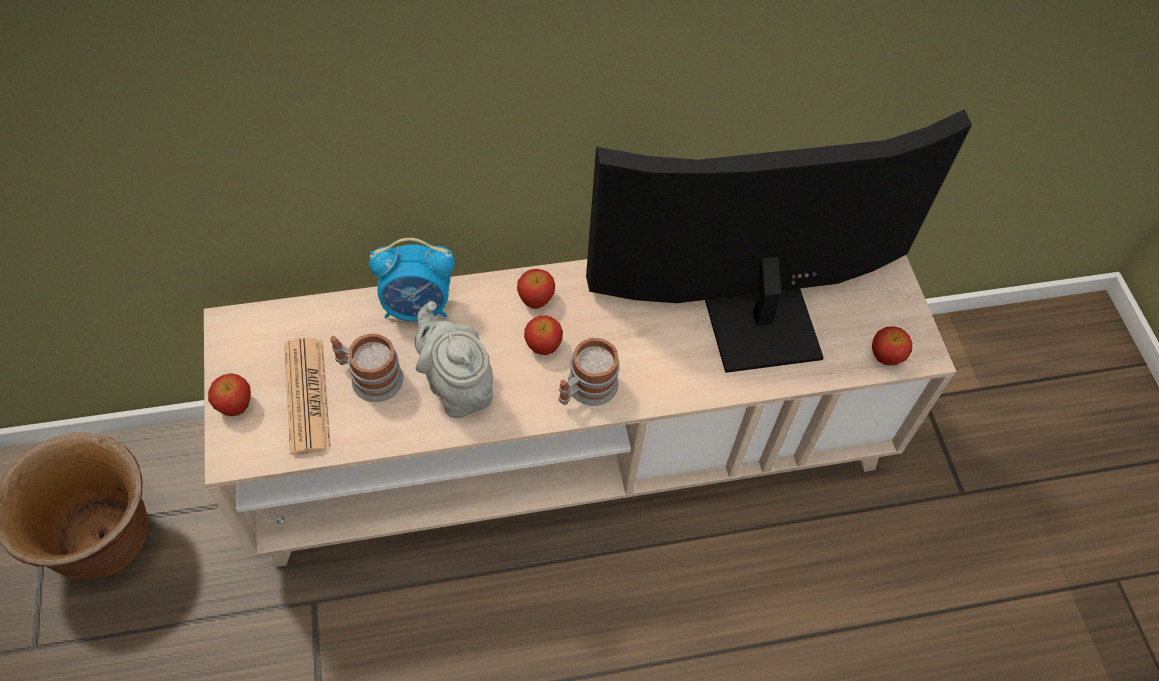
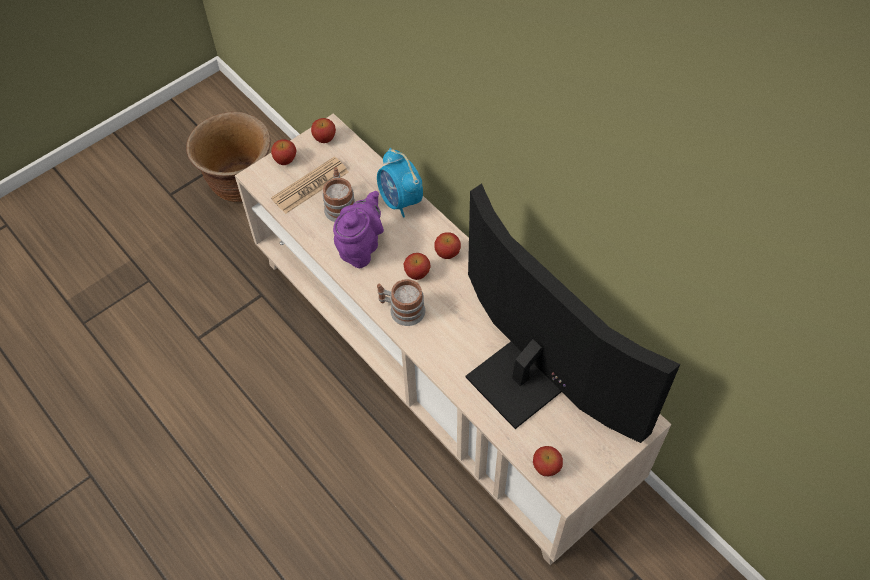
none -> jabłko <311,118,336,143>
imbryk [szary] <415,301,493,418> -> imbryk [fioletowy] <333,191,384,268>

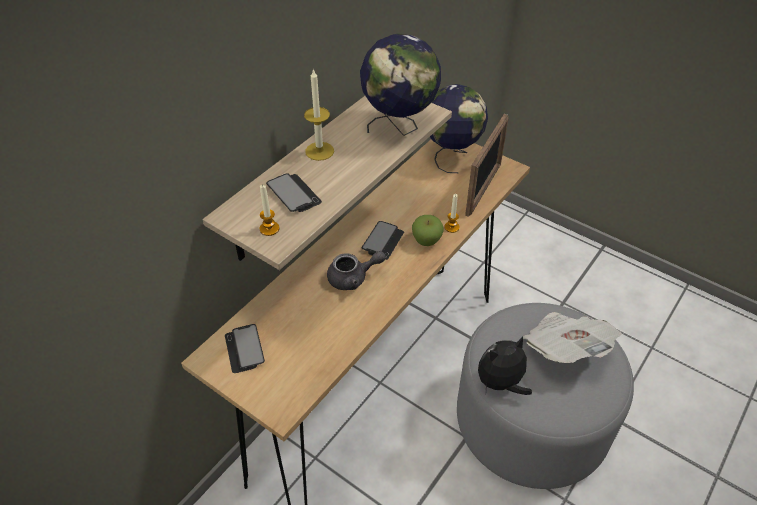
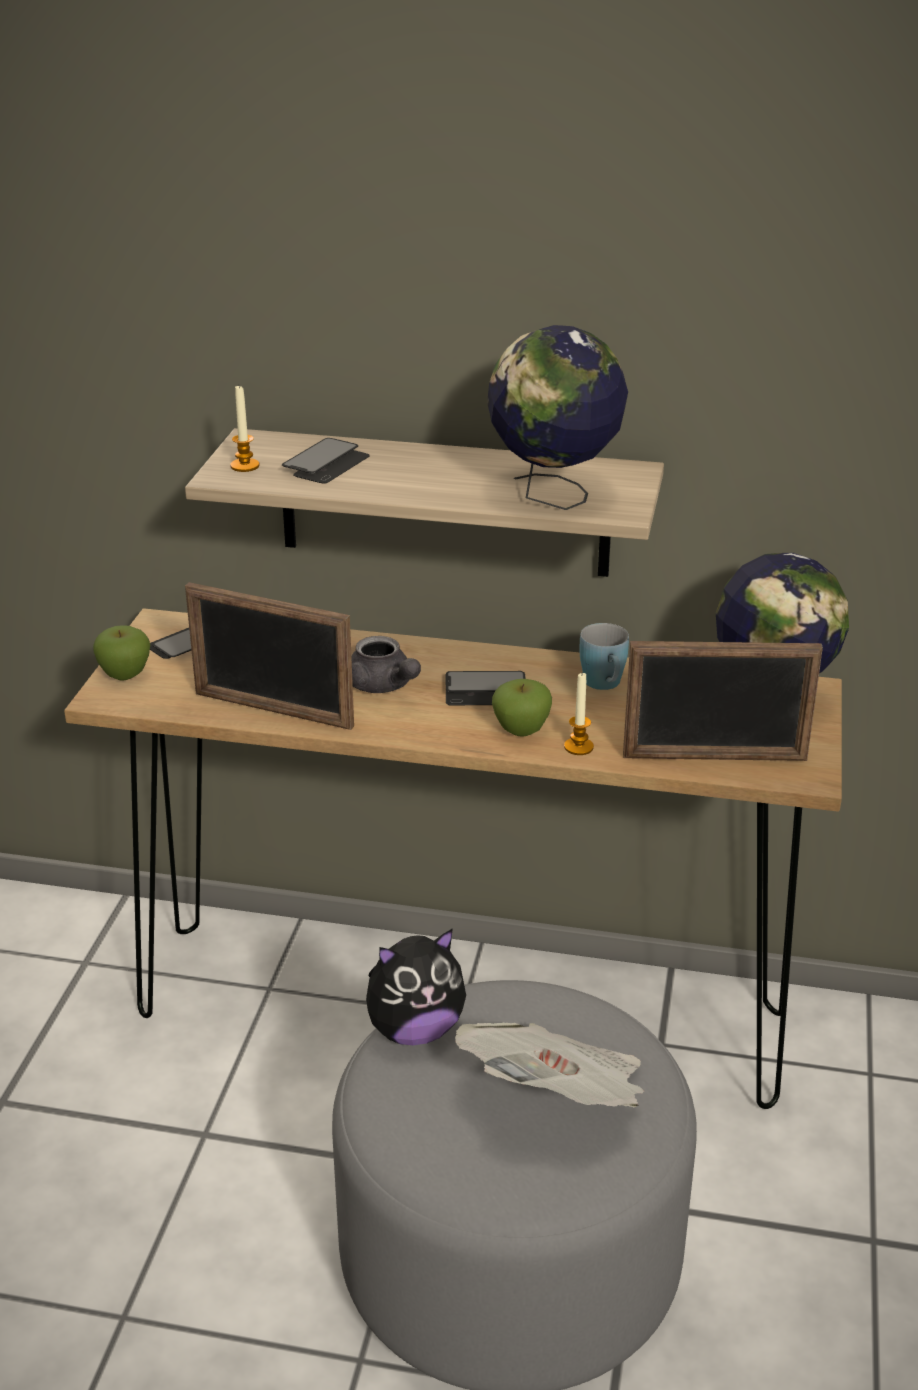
świeca <304,69,334,161> -> none
none -> jabłko <93,625,150,680>
none -> ramka na zdjęcie <185,582,354,730>
none -> kubek [niebieski] <579,623,629,690>
pluszak <478,336,532,395> -> pluszak <366,928,466,1045>, 120 degrees clockwise

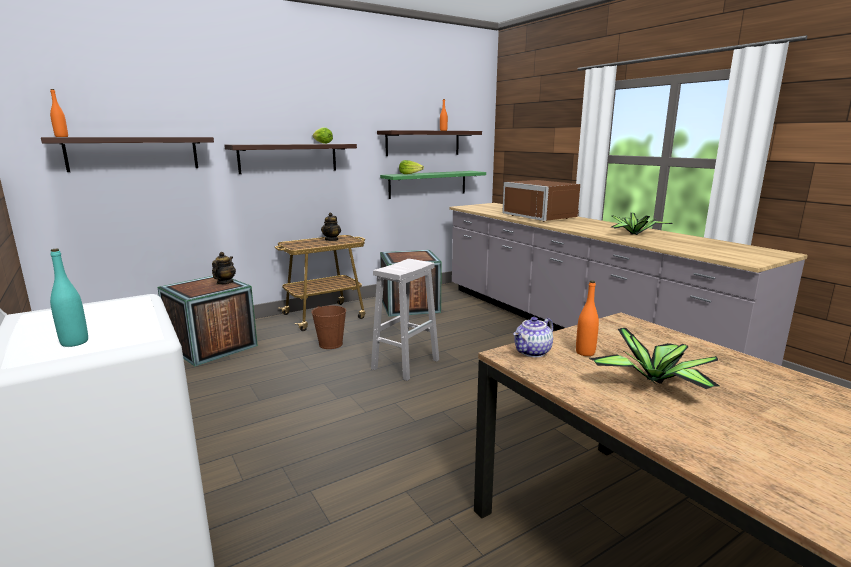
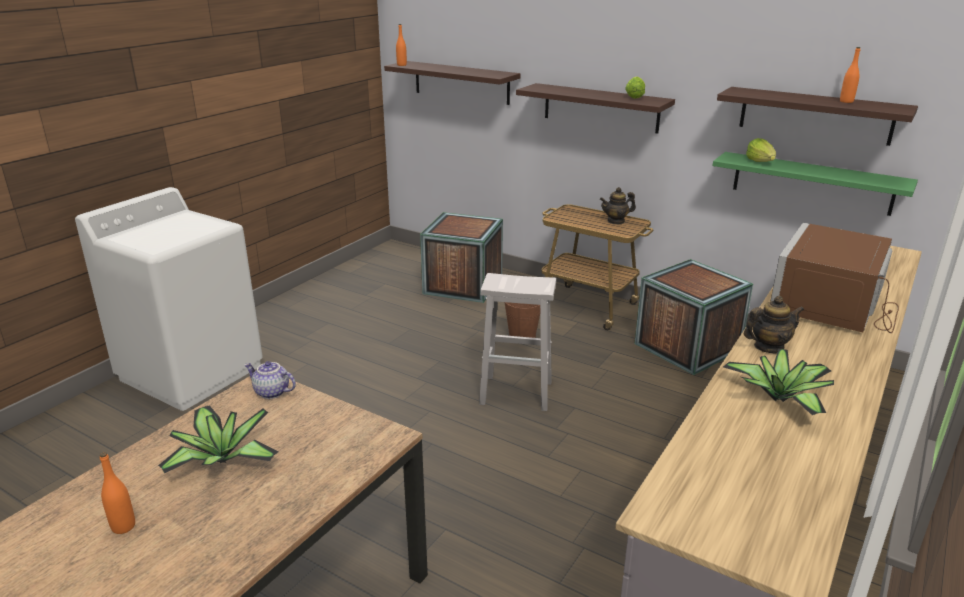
butelka [turkusowy] <50,249,88,347> -> none
imbryk <212,252,236,285> -> imbryk <744,296,804,353>, moved
butelka [pomarańczowy] <576,280,599,356> -> butelka [pomarańczowy] <100,452,135,534>, moved

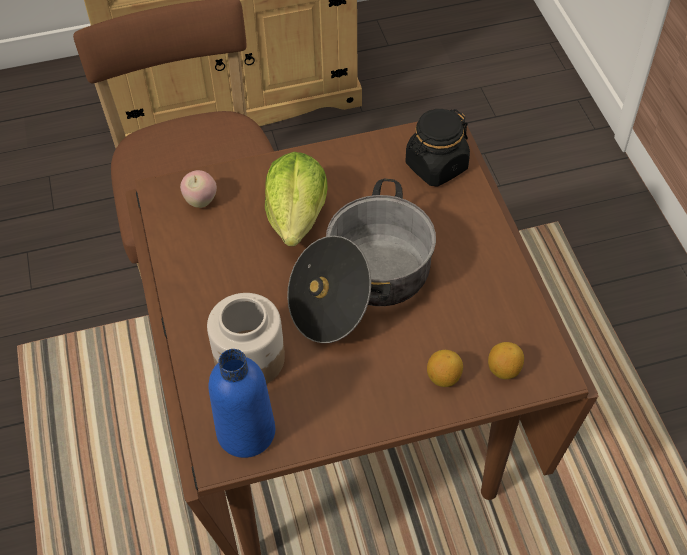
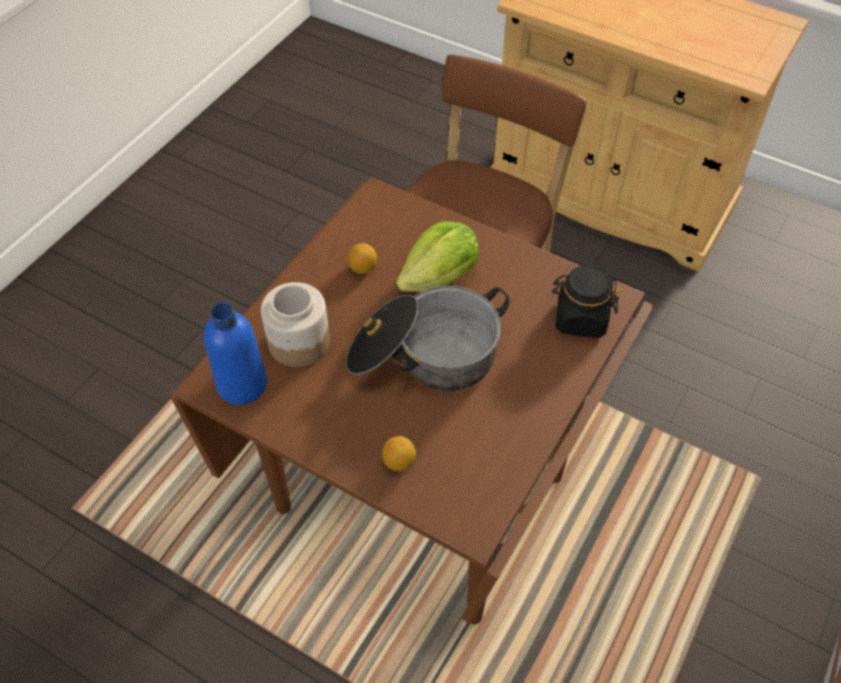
jabłko <180,170,217,208> -> none
cytryna <488,342,524,379> -> cytryna <348,243,377,274>, moved

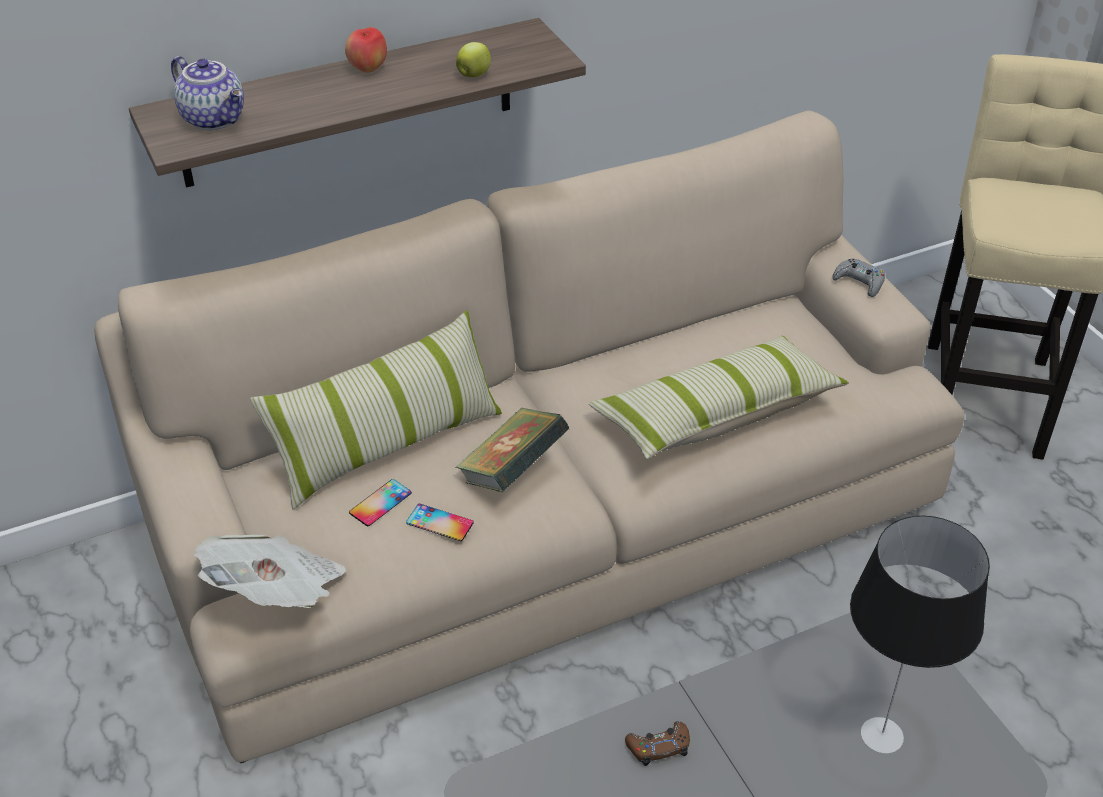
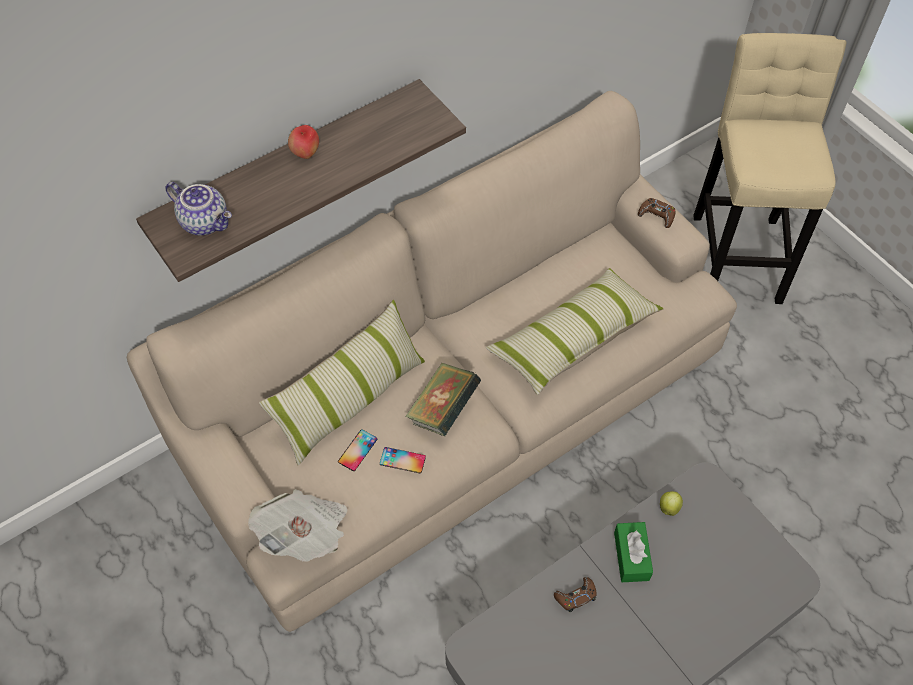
lampa stołowa <850,516,990,753> -> none
none -> pudełko chusteczek [zielony] <614,522,653,582>
jabłko <456,42,491,77> -> jabłko <660,491,683,516>, moved
pad do gier [szary] <832,258,885,297> -> pad do gier [brązowy] <638,198,675,228>

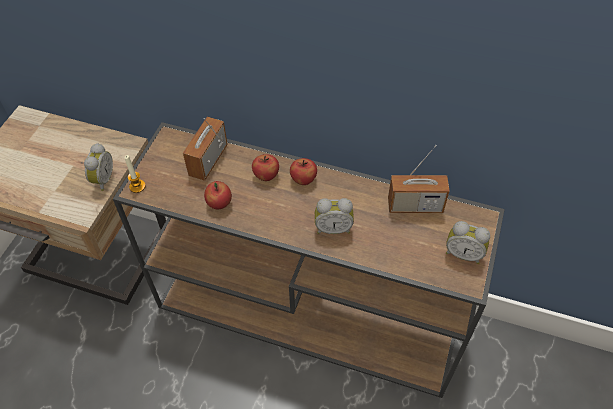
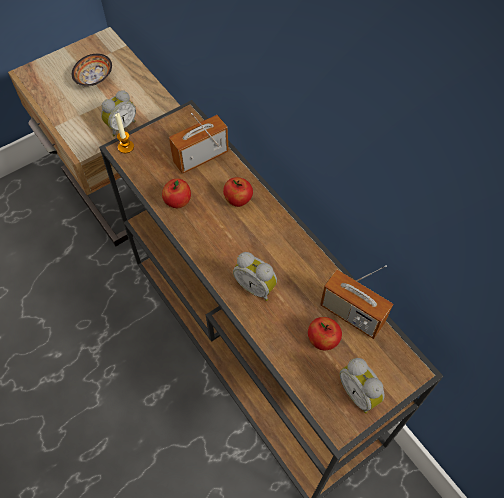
none -> miska <72,54,112,86>
jabłko <290,158,317,185> -> jabłko <308,317,342,350>, moved

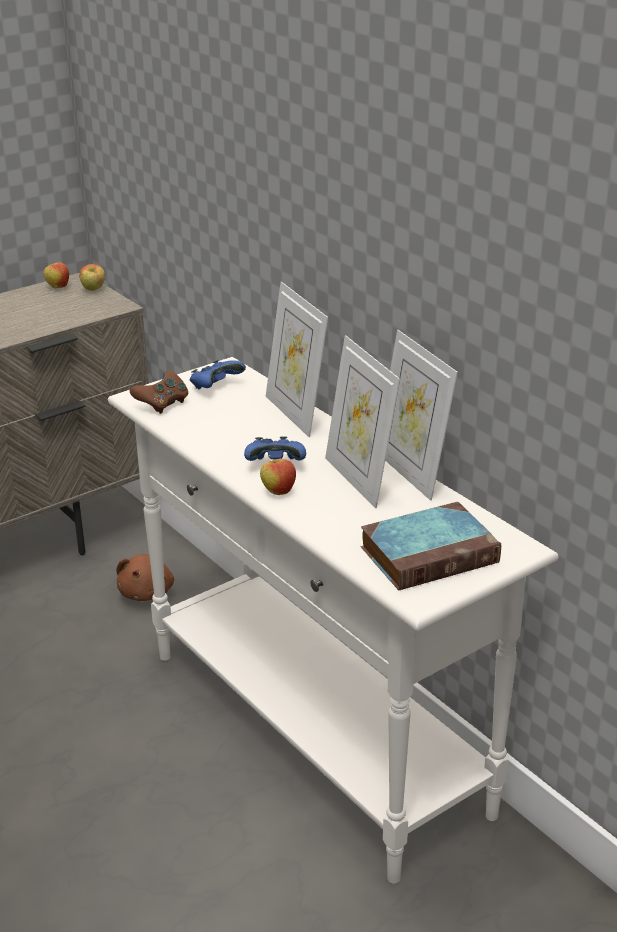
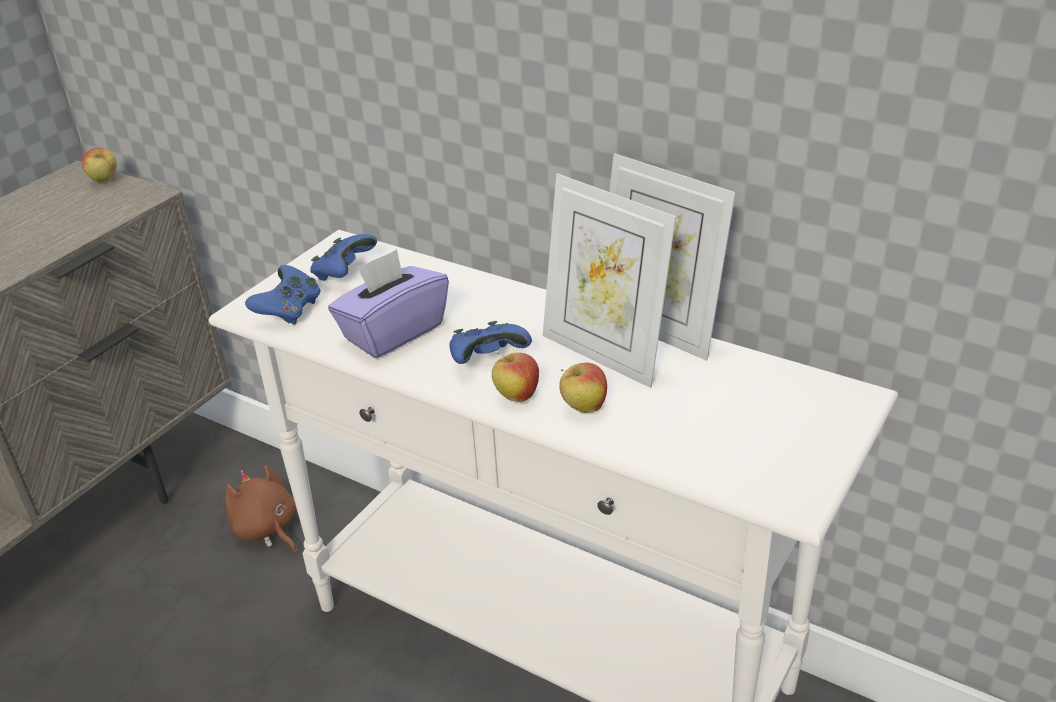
ramka na zdjęcie <266,282,328,437> -> none
książka <360,502,501,591> -> none
none -> pudełko chusteczek [fioletowy] <328,249,449,358>
jabłko <43,262,69,288> -> jabłko <559,363,607,413>, moved
pad do gier [brązowy] <130,370,189,414> -> pad do gier [niebieski] <245,265,320,325>
pluszak [brązowy] <116,554,174,601> -> pluszak [brązowy] <225,465,297,553>, 150 degrees clockwise

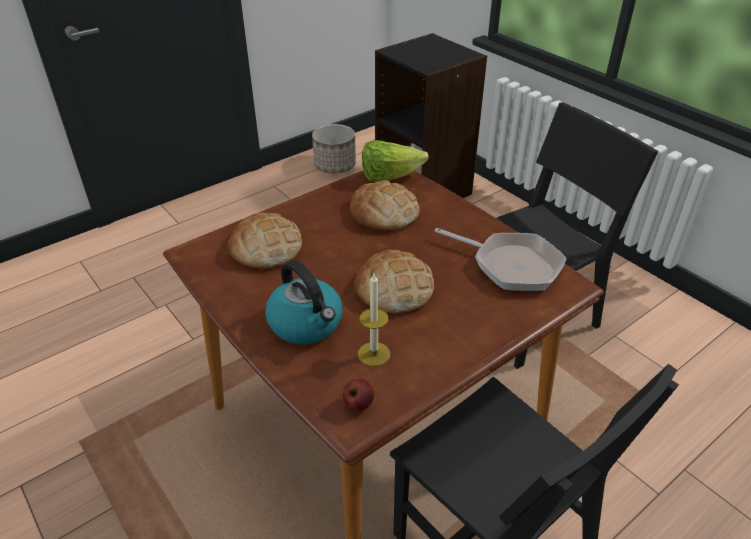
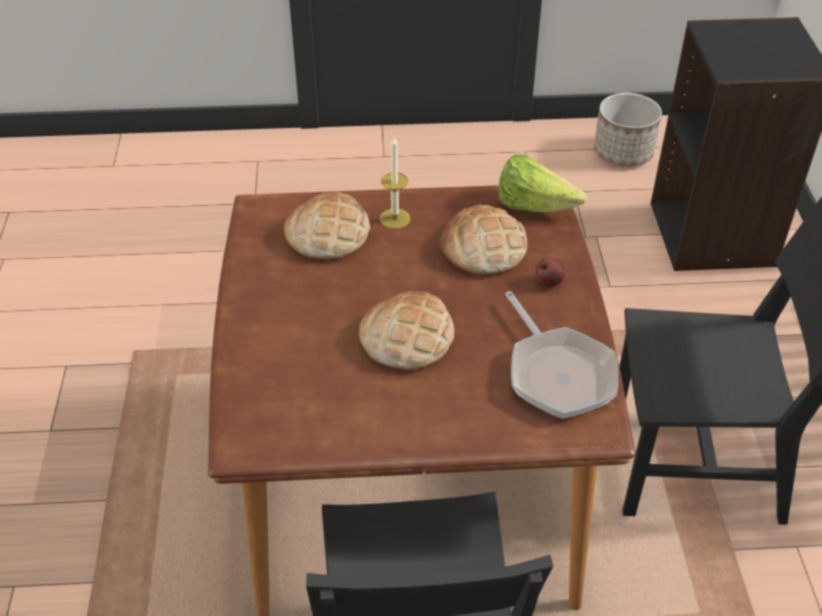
czajnik <265,260,343,344> -> none
jabłko <343,379,374,411> -> jabłko <536,257,565,287>, moved
świeca <358,274,390,366> -> świeca <380,136,411,229>, moved

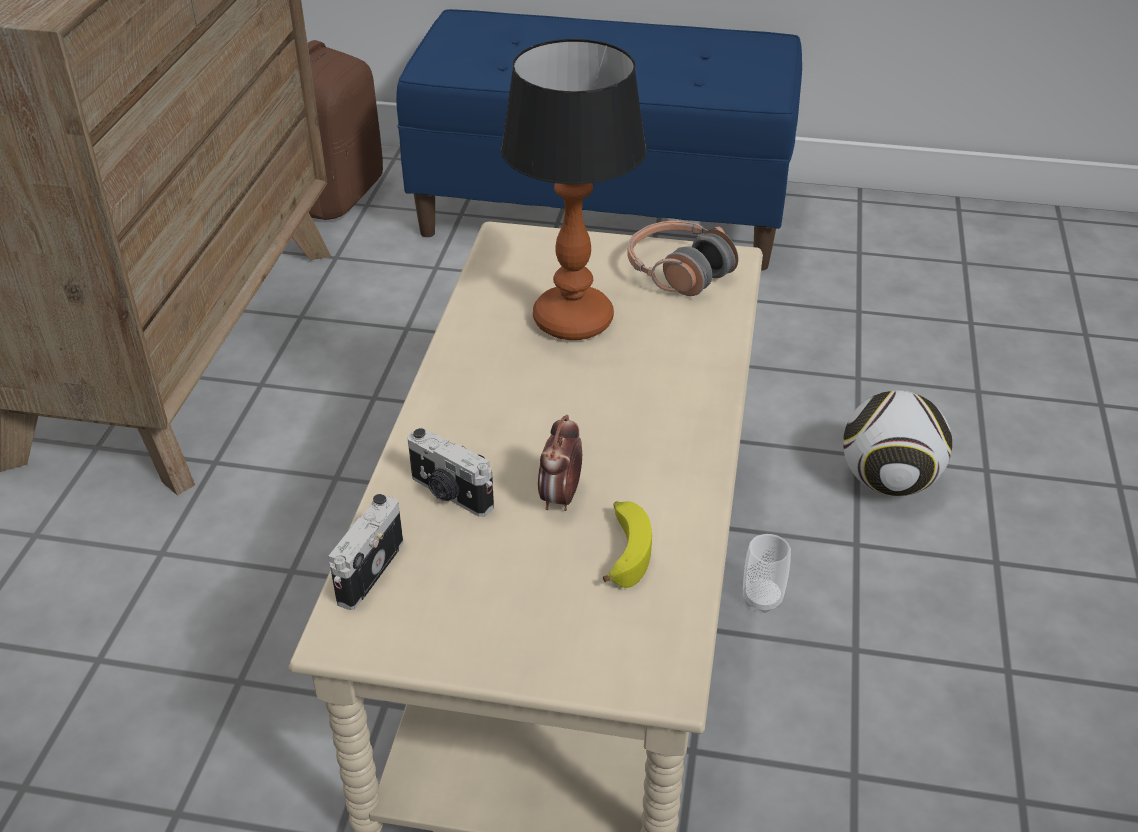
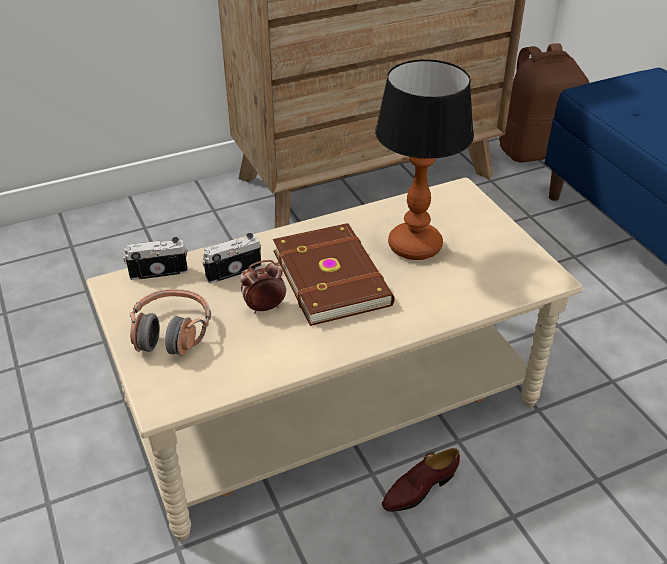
banan <603,501,652,588> -> none
piłka futbolowa <843,390,952,496> -> none
none -> książka [brązowy] <273,223,395,326>
słuchawki <627,221,738,296> -> słuchawki <130,289,211,356>, moved
filiżanka <743,534,791,613> -> but [brązowy] <382,448,460,512>
aparat fotograficzny <407,428,494,517> -> aparat fotograficzny <202,233,261,283>, 60 degrees clockwise

